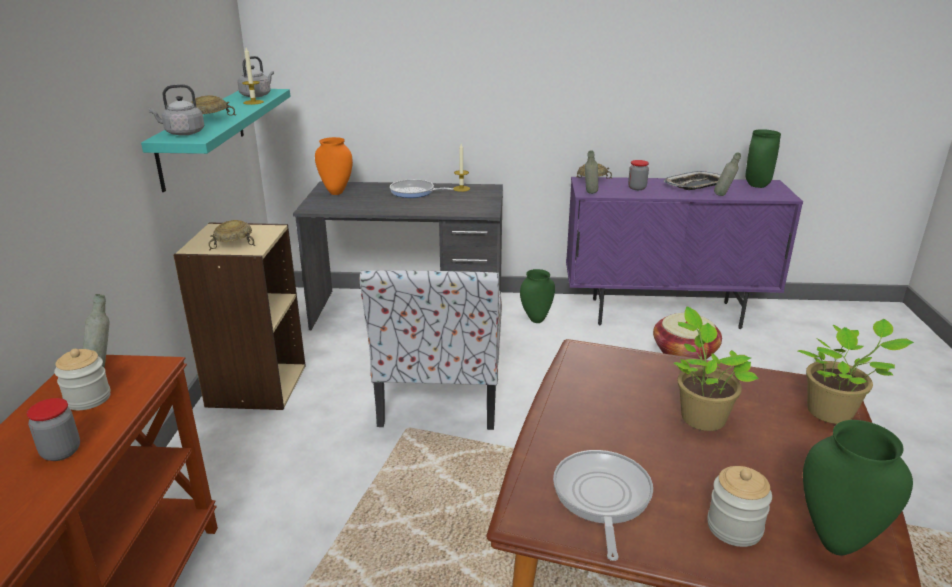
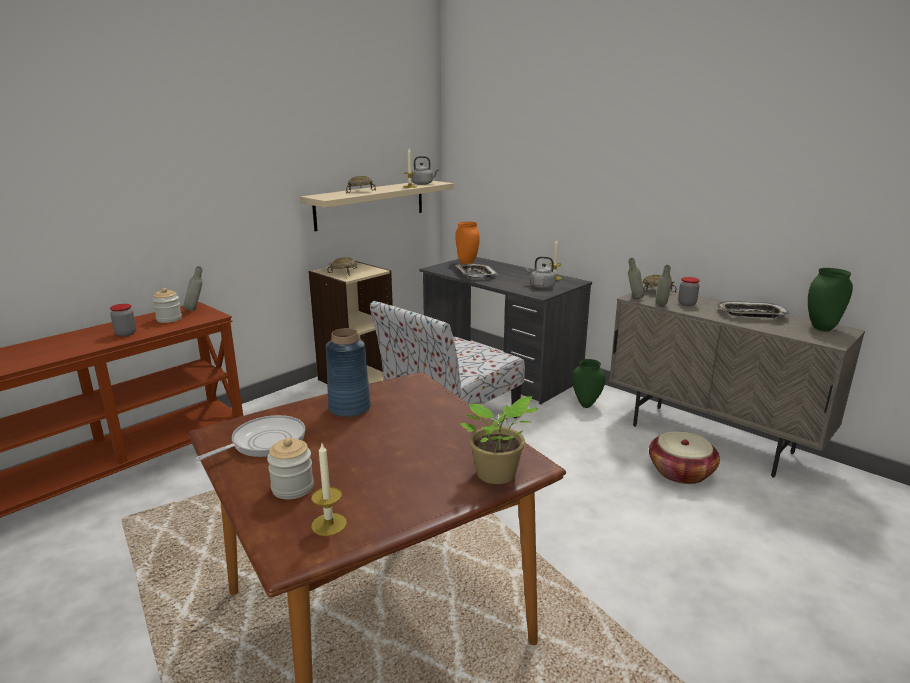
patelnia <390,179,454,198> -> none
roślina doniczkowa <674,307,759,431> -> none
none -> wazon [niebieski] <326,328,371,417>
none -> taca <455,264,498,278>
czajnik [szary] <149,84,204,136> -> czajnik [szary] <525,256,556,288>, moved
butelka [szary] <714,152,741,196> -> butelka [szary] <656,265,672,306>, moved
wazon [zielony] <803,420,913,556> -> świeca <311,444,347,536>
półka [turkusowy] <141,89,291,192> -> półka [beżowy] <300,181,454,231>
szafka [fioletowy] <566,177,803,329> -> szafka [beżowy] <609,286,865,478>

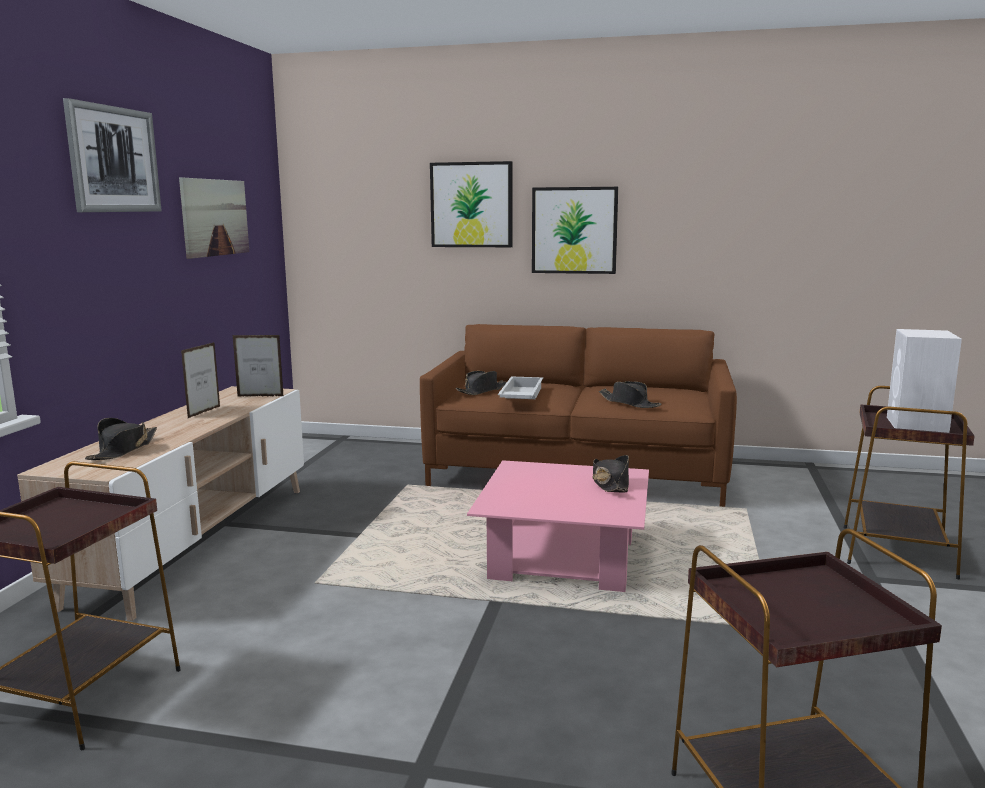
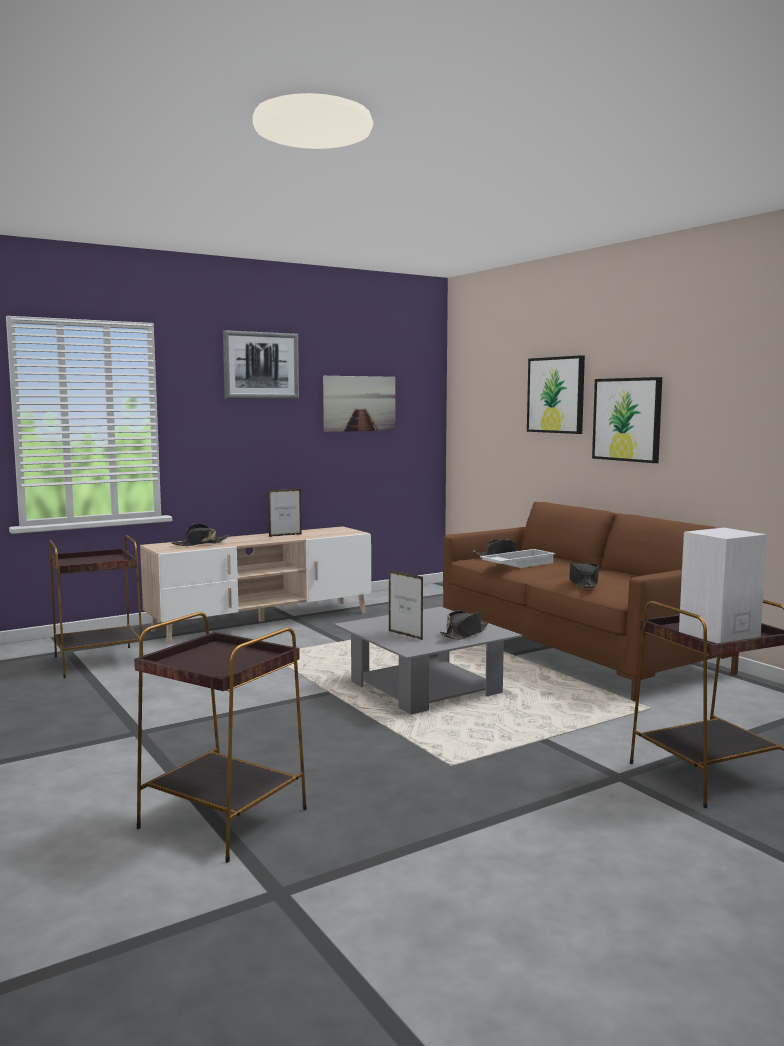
ramka na zdjęcie <233,335,284,397> -> ramka na zdjęcie <389,570,423,640>, moved
ława [różowy] <467,460,649,592> -> ława [szary] <334,607,522,715>

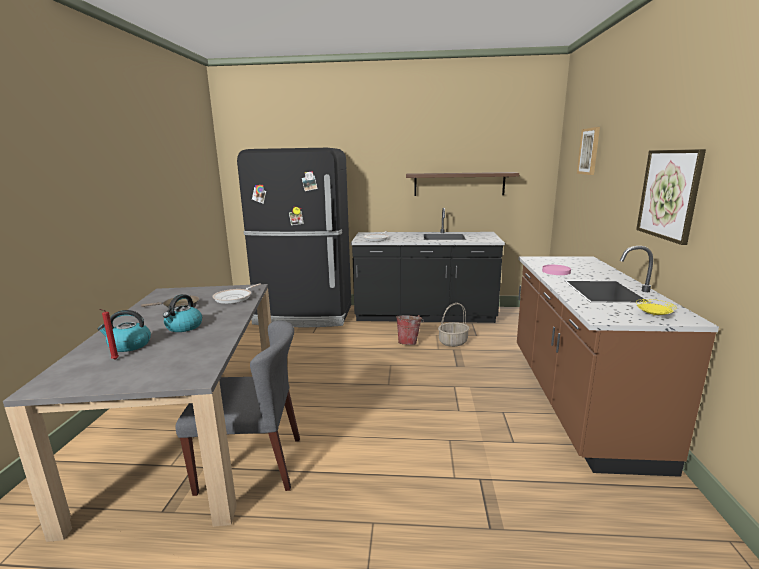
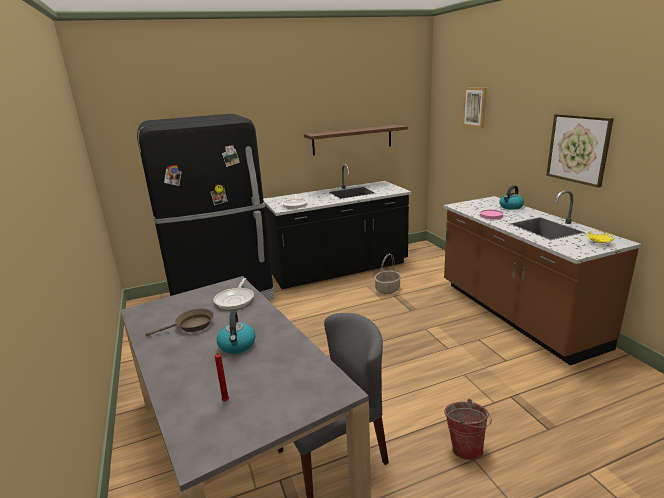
czajnik <97,310,151,352> -> czajnik <499,186,524,210>, moved
wiadro <396,315,423,345> -> wiadro <444,399,492,460>, moved

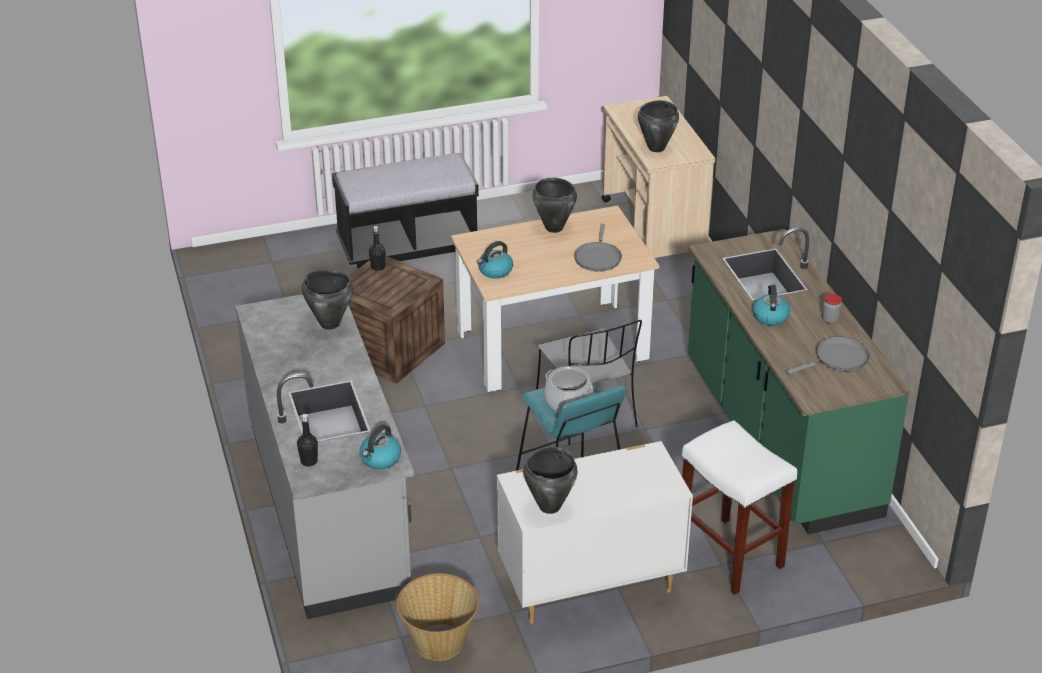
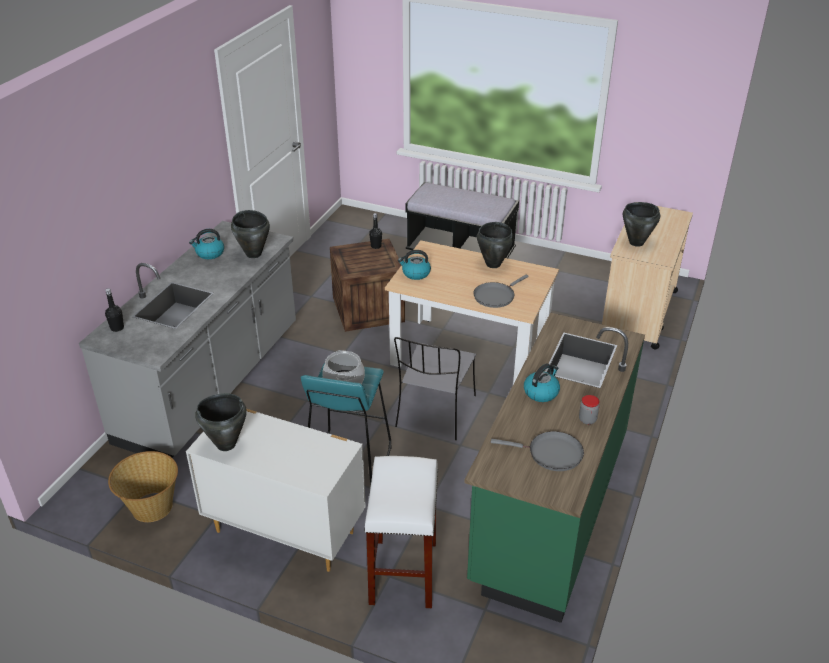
czajnik <359,424,401,469> -> czajnik <189,229,224,259>, moved

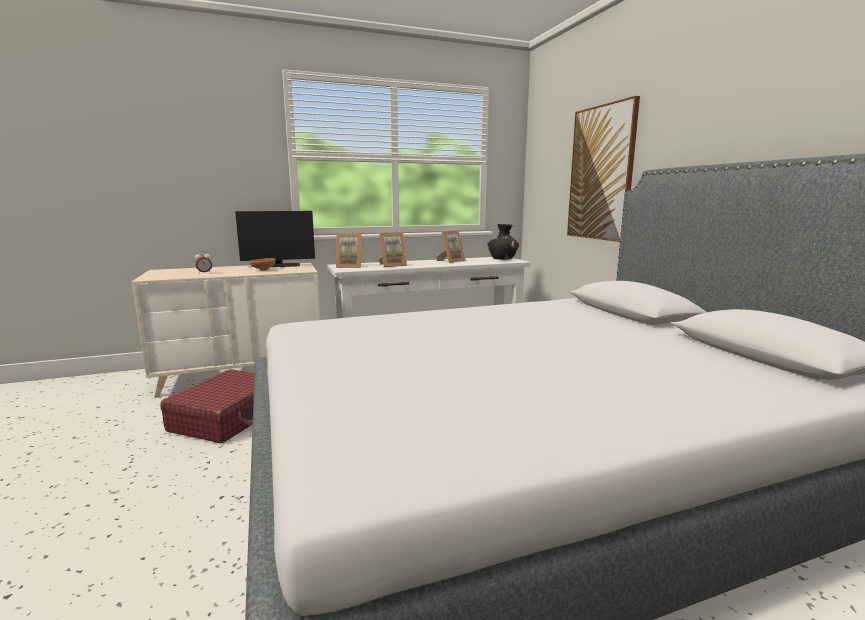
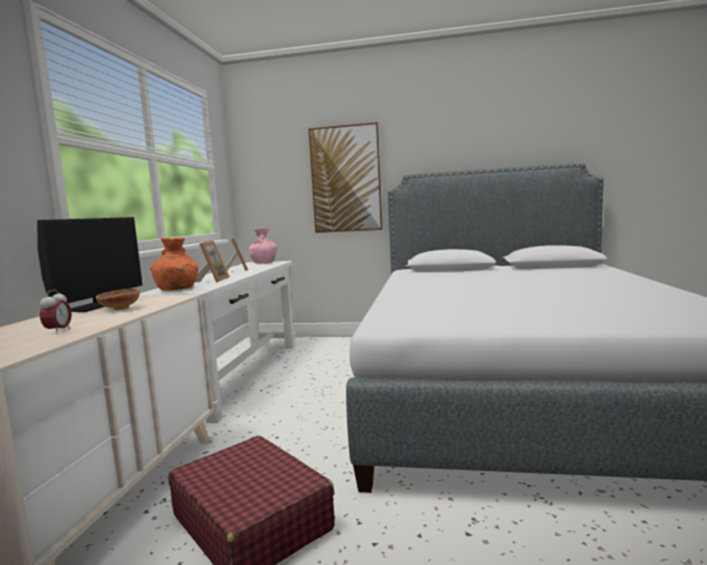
ramka na zdjęcie <336,234,361,268> -> wazon [pomarańczowy] <150,237,198,291>
wazon [czarny] <488,224,519,260> -> wazon [różowy] <248,228,277,263>

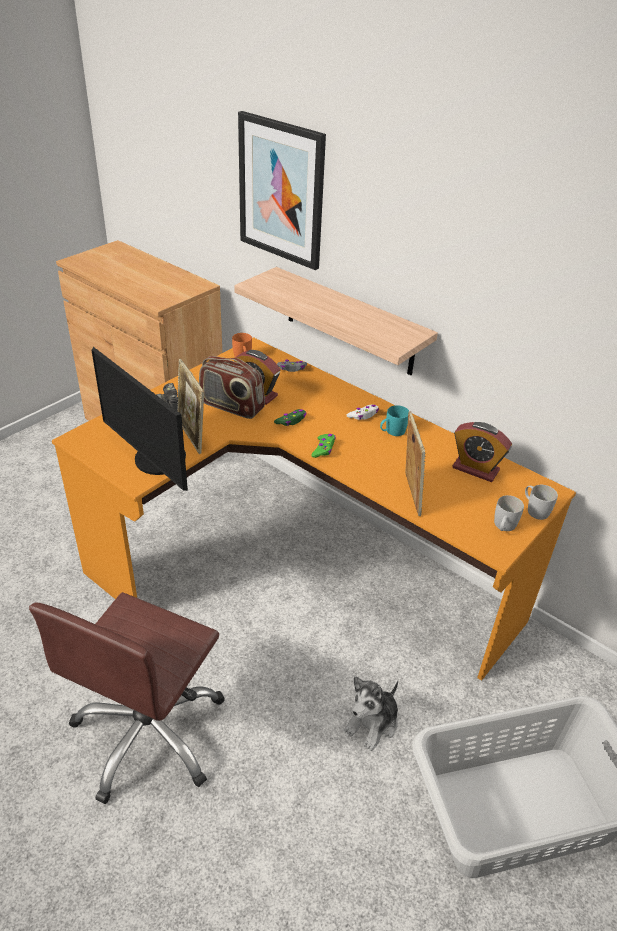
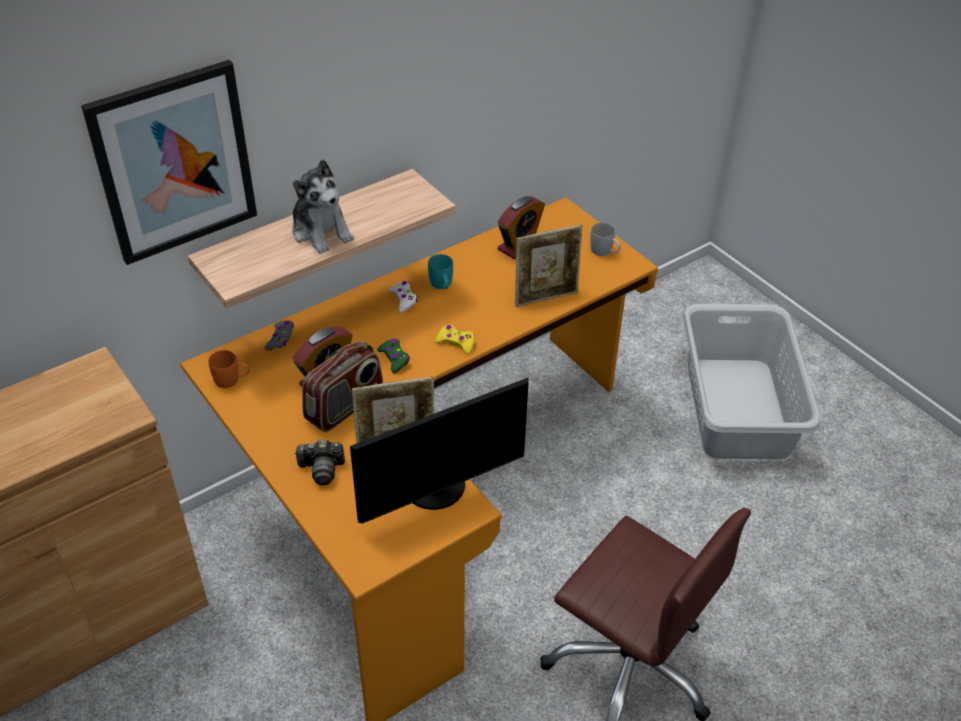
kubek [biały] <525,485,558,520> -> none
pluszak <344,676,398,751> -> pluszak <292,159,354,254>, moved
pad do gier [zielony] <312,434,336,458> -> pad do gier [żółty] <435,324,475,354>
ramka na zdjęcie <405,411,425,516> -> ramka na zdjęcie <515,225,583,307>, 150 degrees clockwise

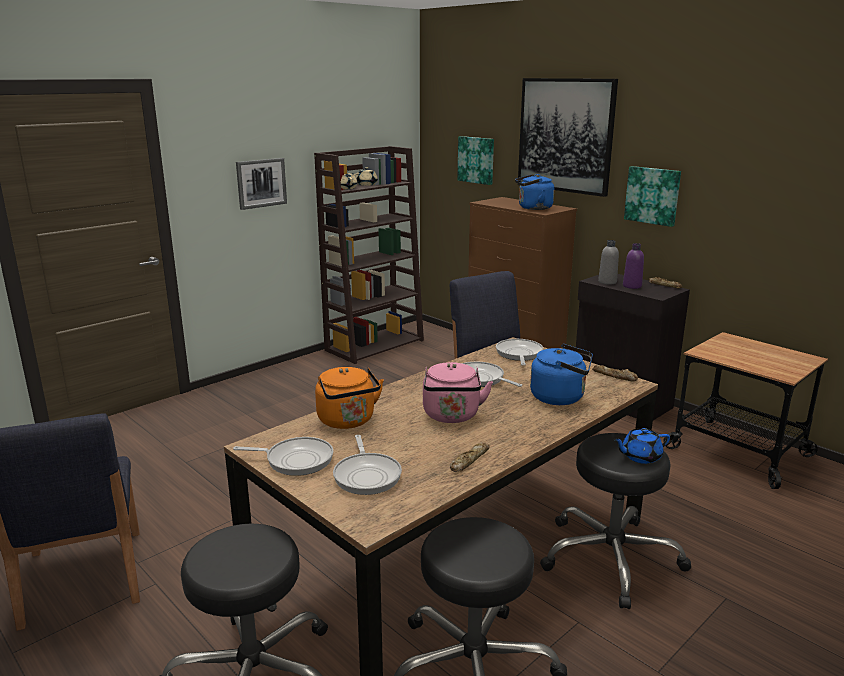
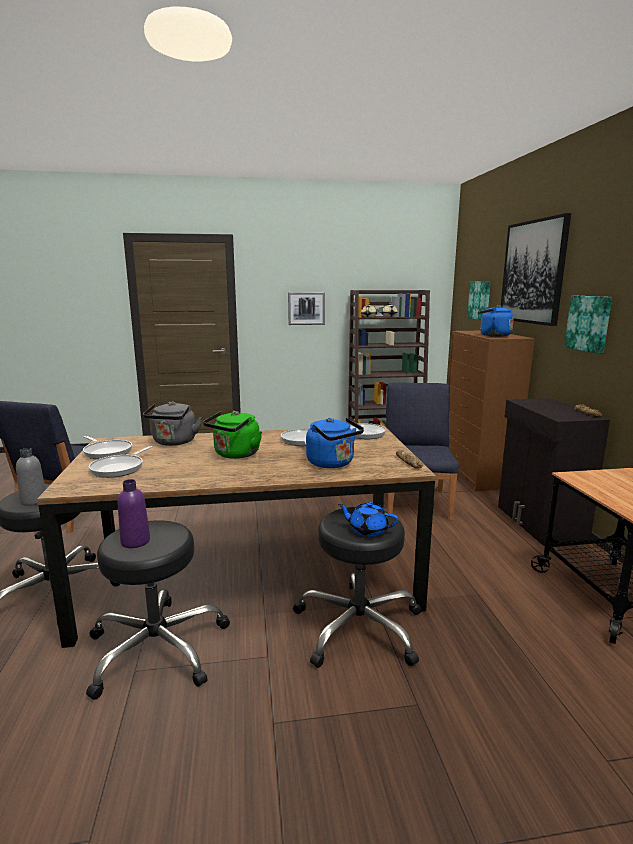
chleb <450,442,490,472> -> none
butelka [szary] <598,240,619,285> -> butelka [szary] <16,448,46,506>, moved
butelka [fioletowy] <623,243,644,289> -> butelka [fioletowy] <118,479,150,548>, moved
czajnik [pomarańczowy] <315,367,384,429> -> czajnik [szary] <143,401,202,446>
czajnik [różowy] <423,362,493,423> -> czajnik [zielony] <203,411,262,459>

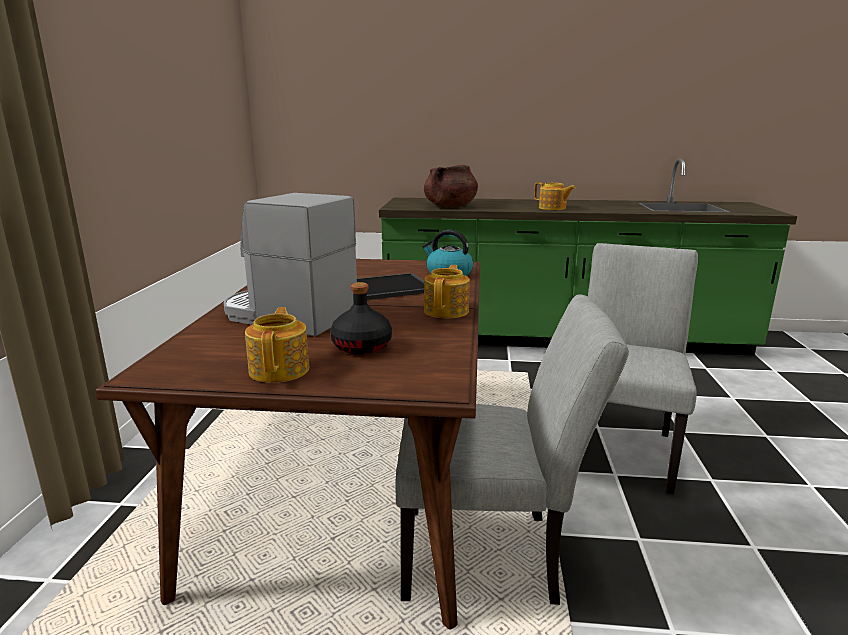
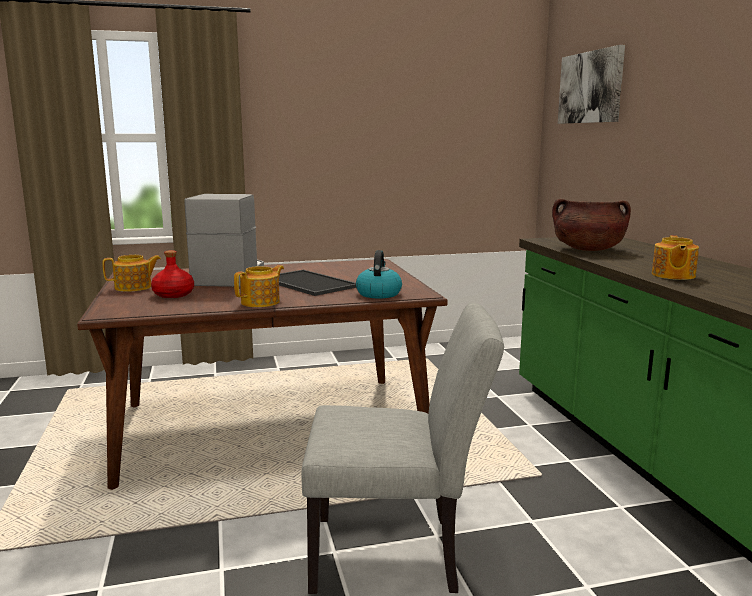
krzesło [szary] <395,294,629,605> -> none
none -> obraz <558,45,625,124>
butelka [czarny] <330,282,392,355> -> butelka [czerwony] <151,250,194,298>
imbryk <424,265,470,319> -> imbryk <234,265,284,307>, 45 degrees counterclockwise

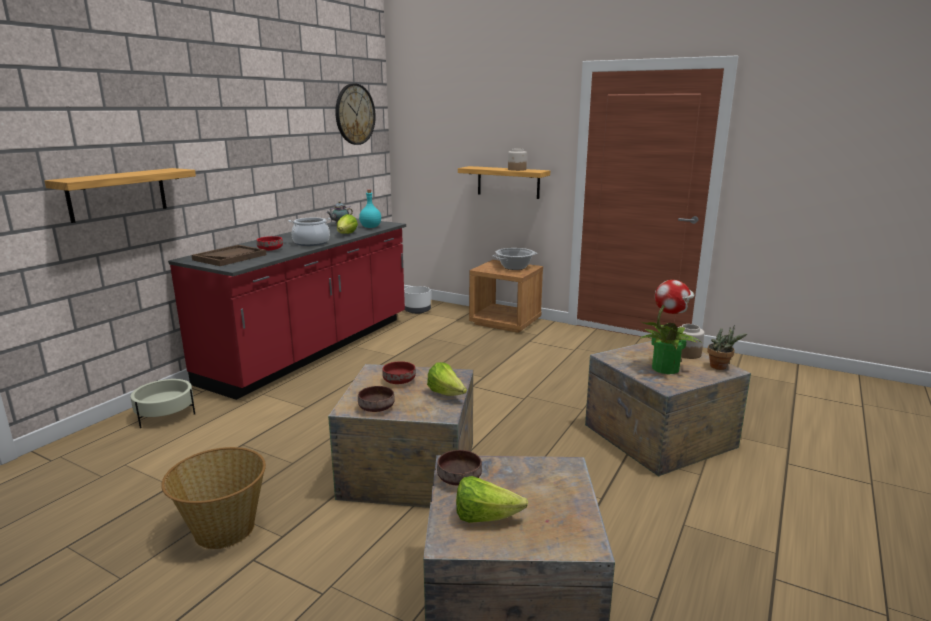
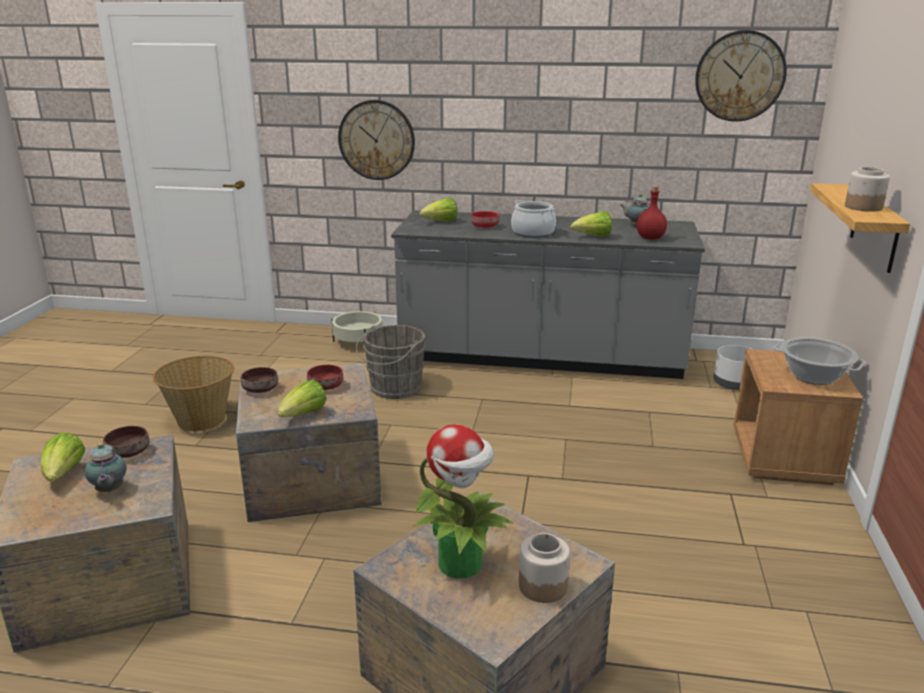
roślina doniczkowa <707,325,747,370> -> none
none -> imbryk <85,443,127,492>
none -> wiadro [szary] <355,325,426,399>
półka <44,168,196,223> -> zegar ścienny <338,100,415,180>
taca [brązowy] <192,245,266,266> -> sałata <420,198,458,222>
zabudowa kuchenna [czerwony] <168,218,406,400> -> zabudowa kuchenna [szary] <391,210,705,379>
butelka [turkusowy] <359,190,381,228> -> butelka [czerwony] <637,186,667,240>

